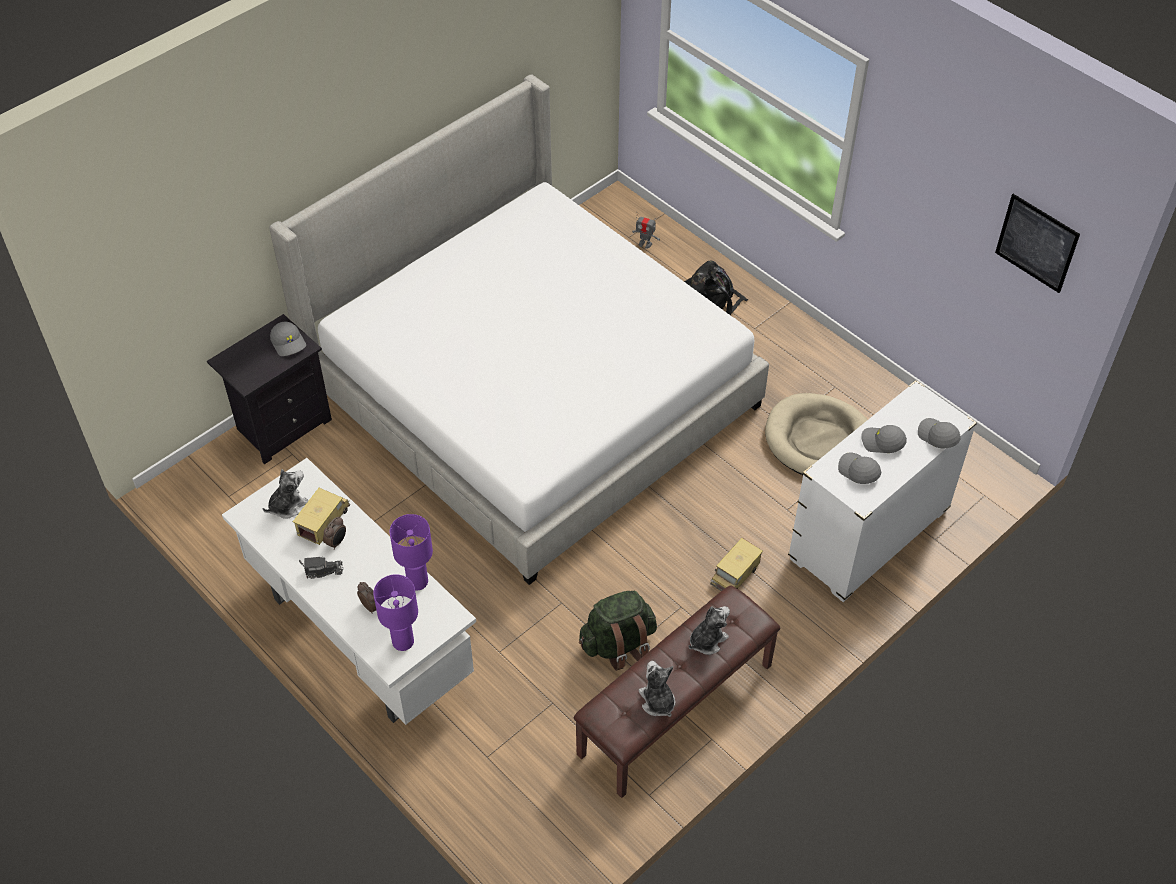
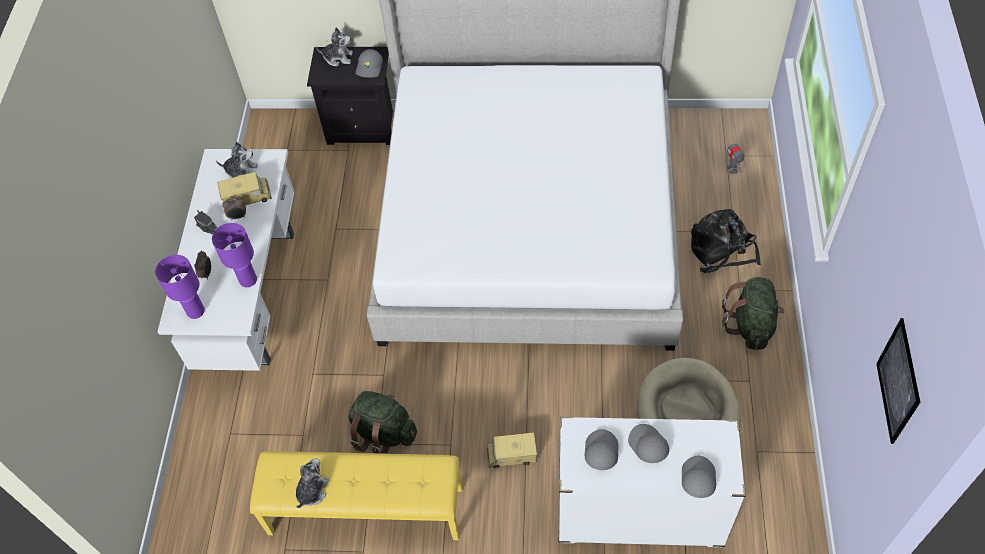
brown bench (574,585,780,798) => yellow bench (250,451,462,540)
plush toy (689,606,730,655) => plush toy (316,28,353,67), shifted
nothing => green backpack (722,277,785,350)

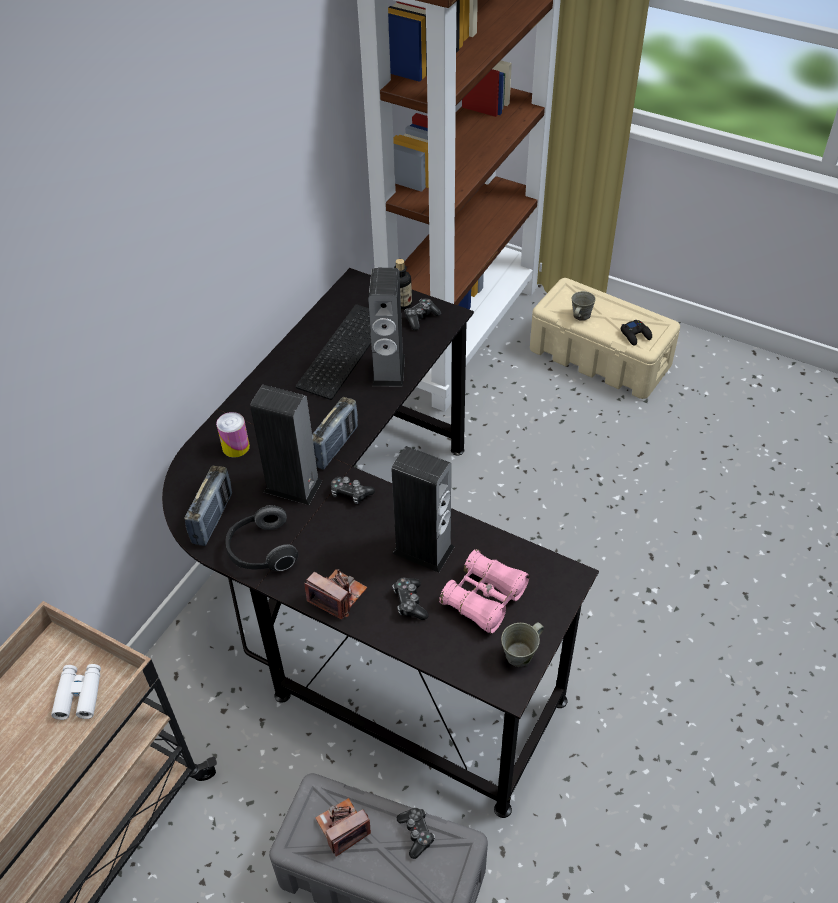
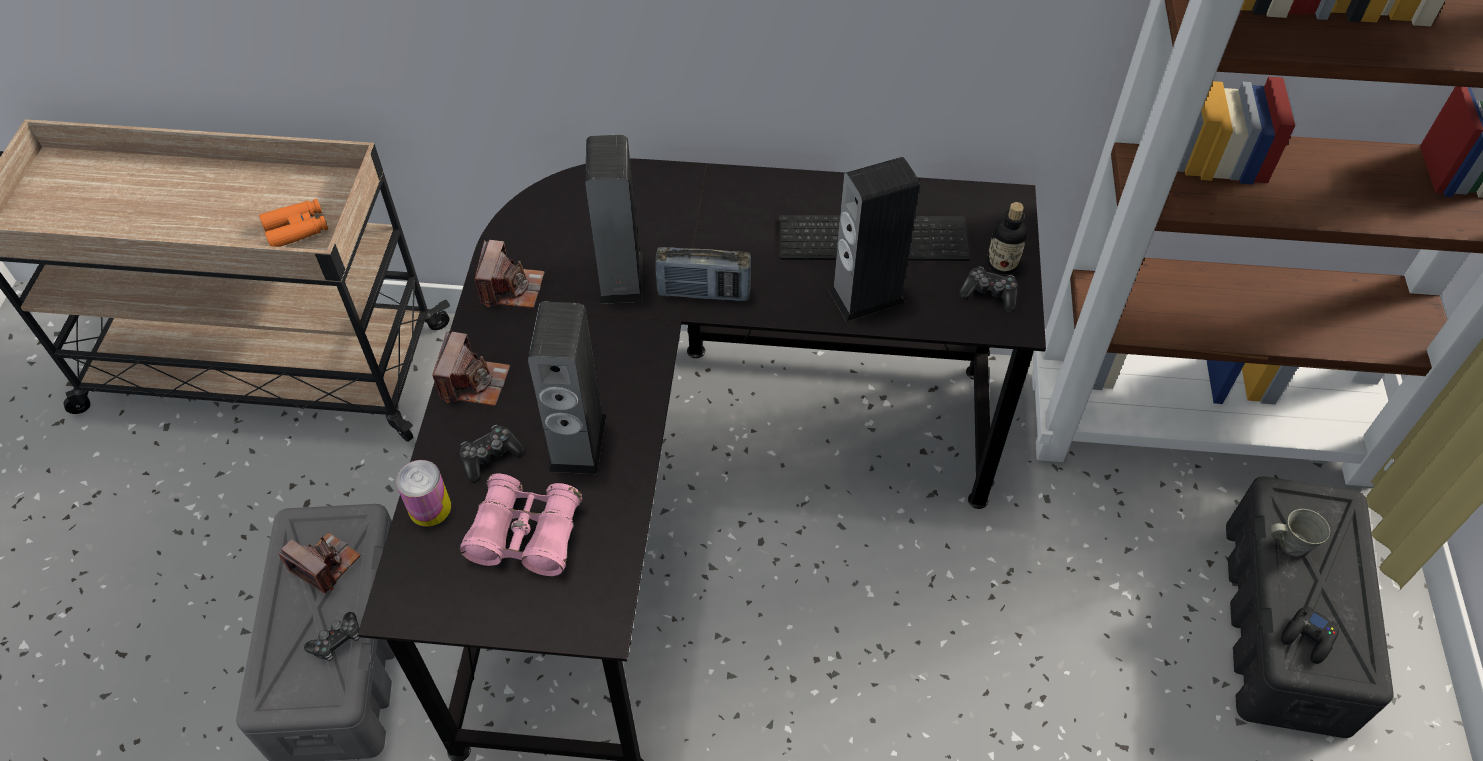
white binoculars (51,664,101,720) => orange binoculars (259,199,328,247)
can (216,412,250,457) => can (396,460,451,527), shifted
headphones (225,505,298,571) => photo camera (475,240,545,308)
beige storage box (530,278,680,399) => black storage box (1226,476,1393,738)
radio (184,466,232,546) => nothing
game controller (331,476,375,504) => nothing
grey mug (501,622,544,667) => nothing

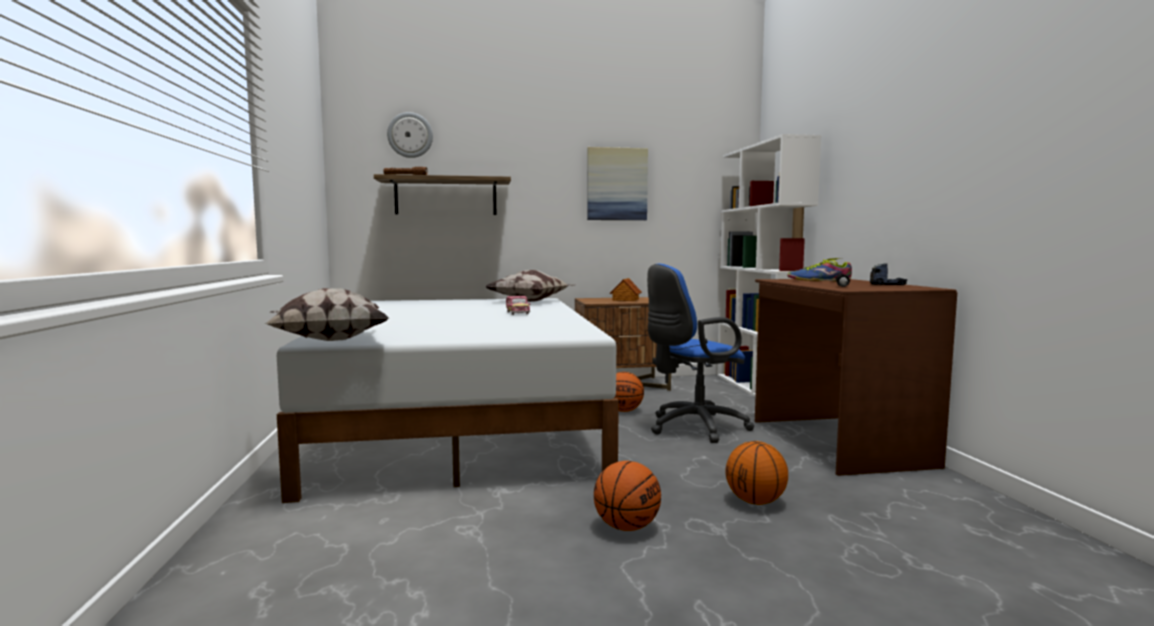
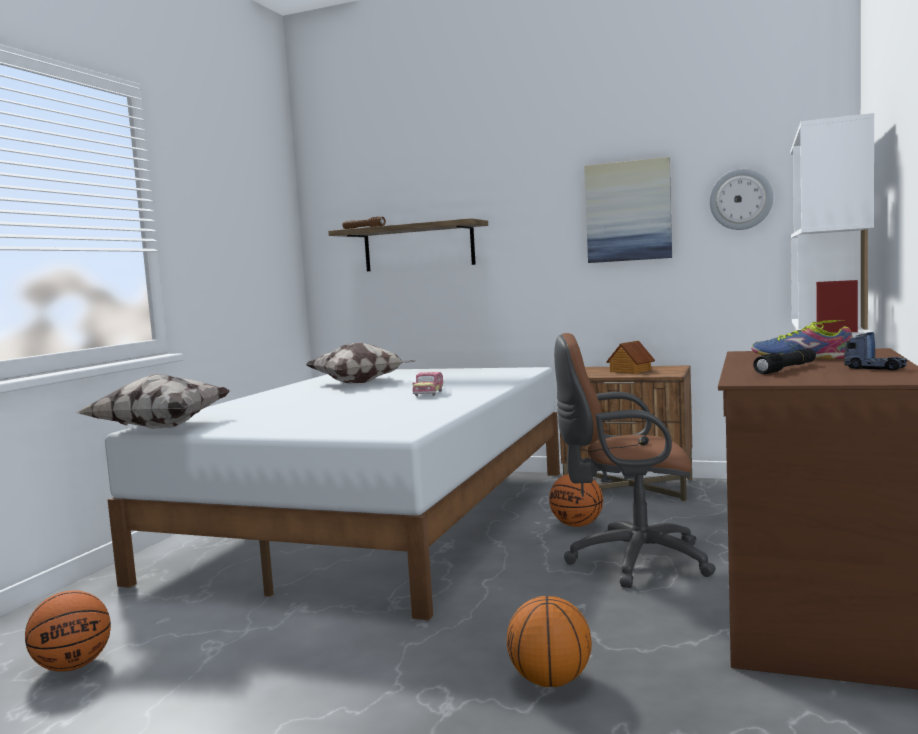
basketball (594,461,661,531) => basketball (25,590,111,672), shifted
pillow (486,270,576,302) => pillow (305,343,415,384), shifted
blue office chair (647,264,754,443) => brown office chair (554,333,716,588)
wall clock (387,112,433,158) => wall clock (710,169,773,230), shifted

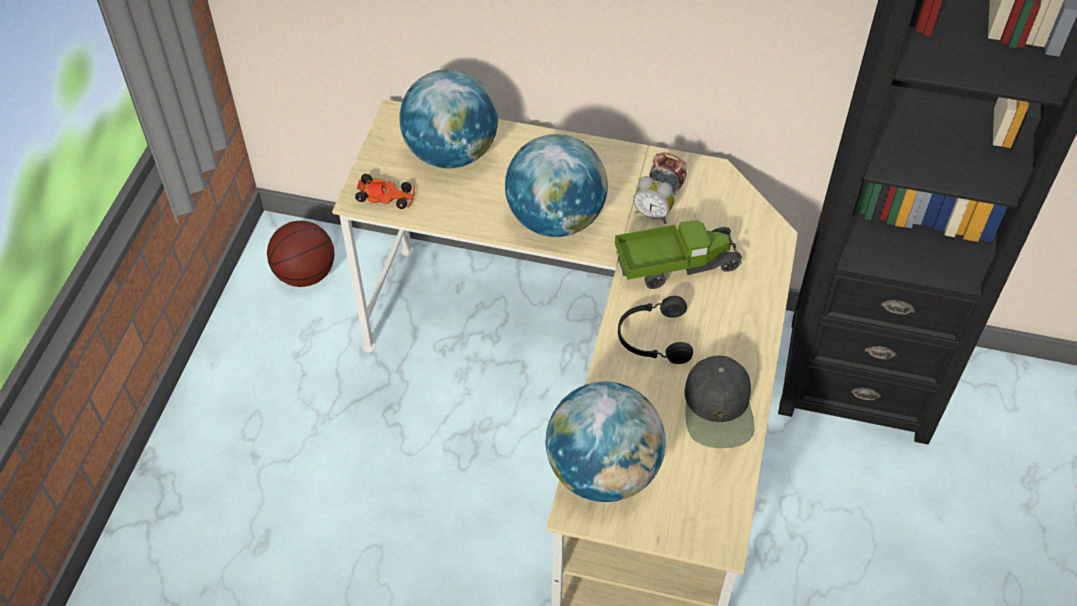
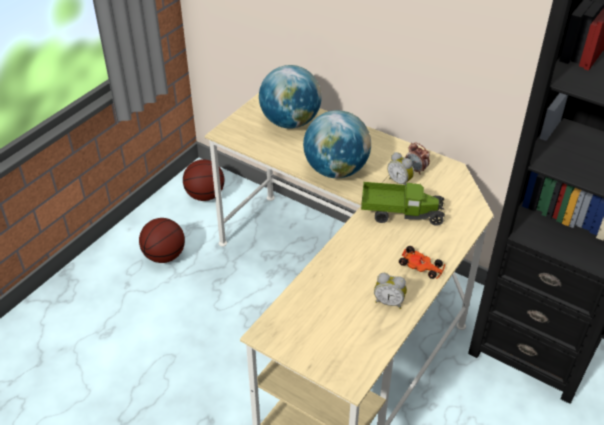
nothing => basketball (139,218,185,263)
black cap (685,356,754,448) => alarm clock (374,273,407,309)
toy car (355,174,415,209) => toy car (399,246,445,279), shifted
globe (545,382,666,502) => nothing
black headphones (618,296,693,364) => nothing

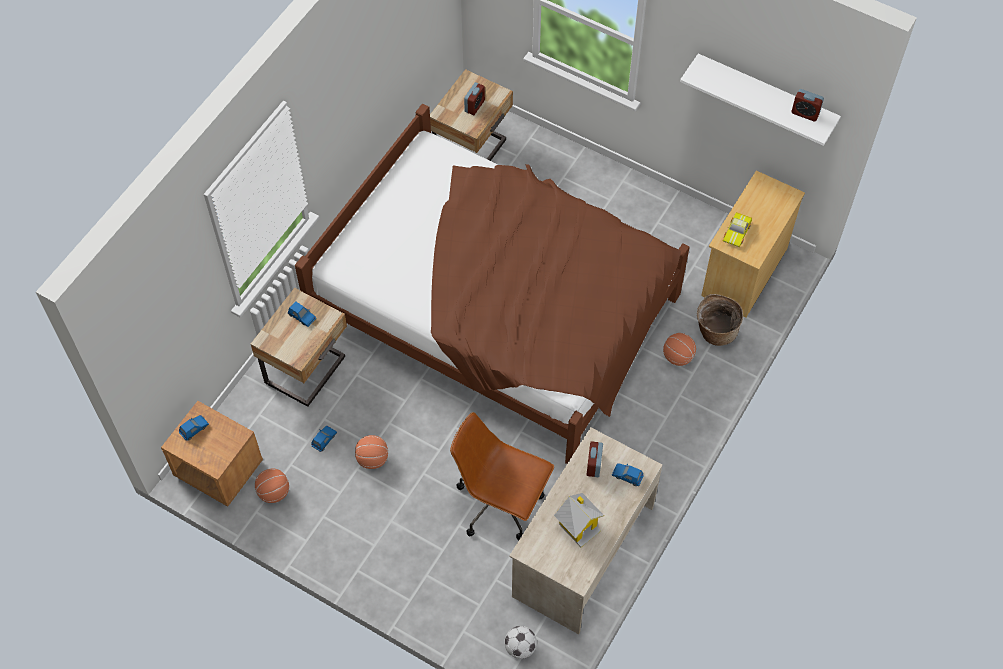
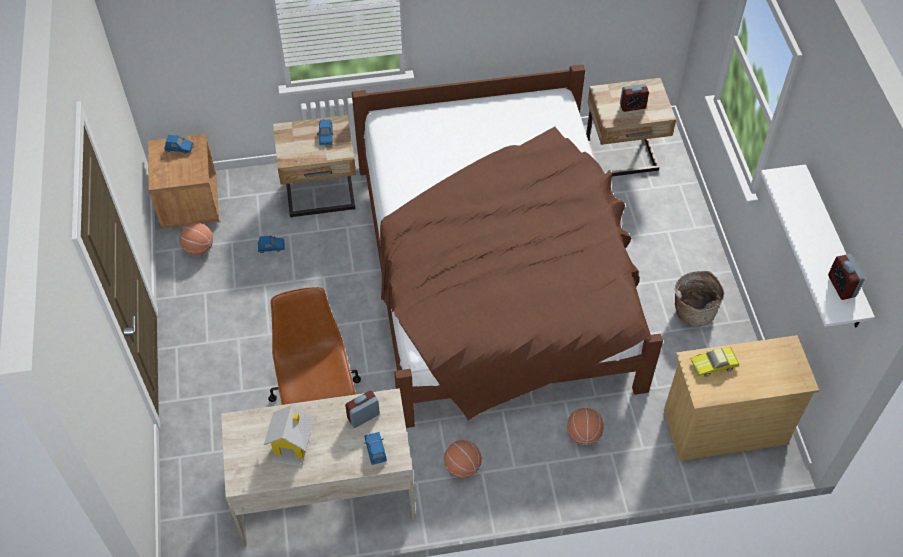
basketball (355,435,388,469) => basketball (444,440,482,478), shifted
basket (697,294,743,346) => basket (675,271,724,327), shifted
football (504,626,537,659) => nothing

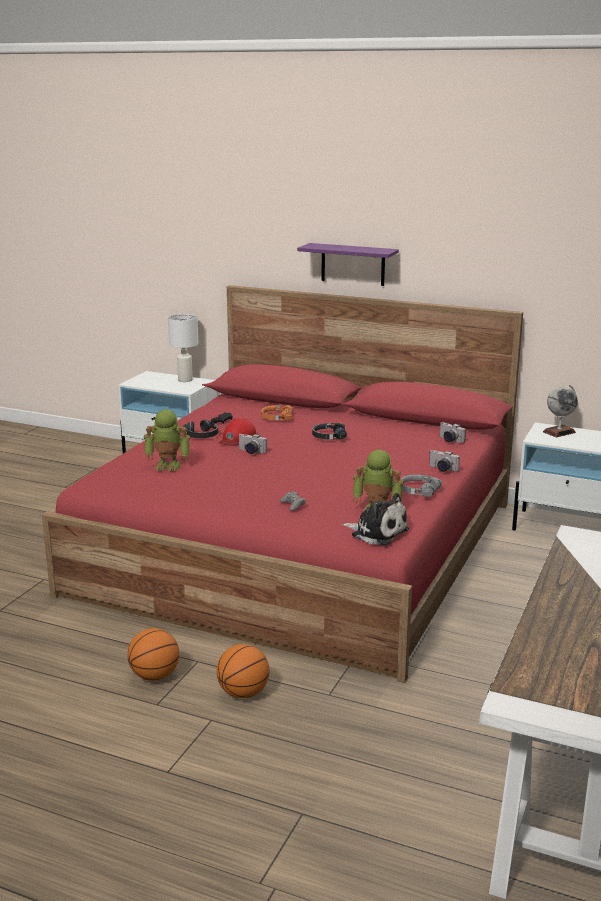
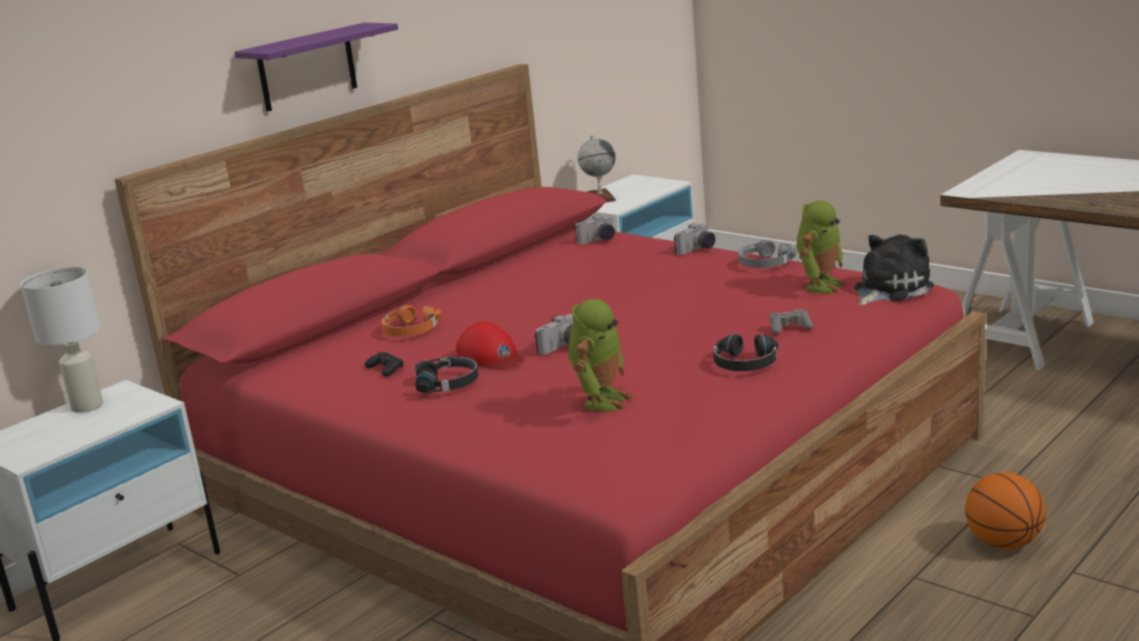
black headphones (312,423,347,440) => black headphones (713,334,778,371), shifted
basketball (127,628,179,681) => nothing

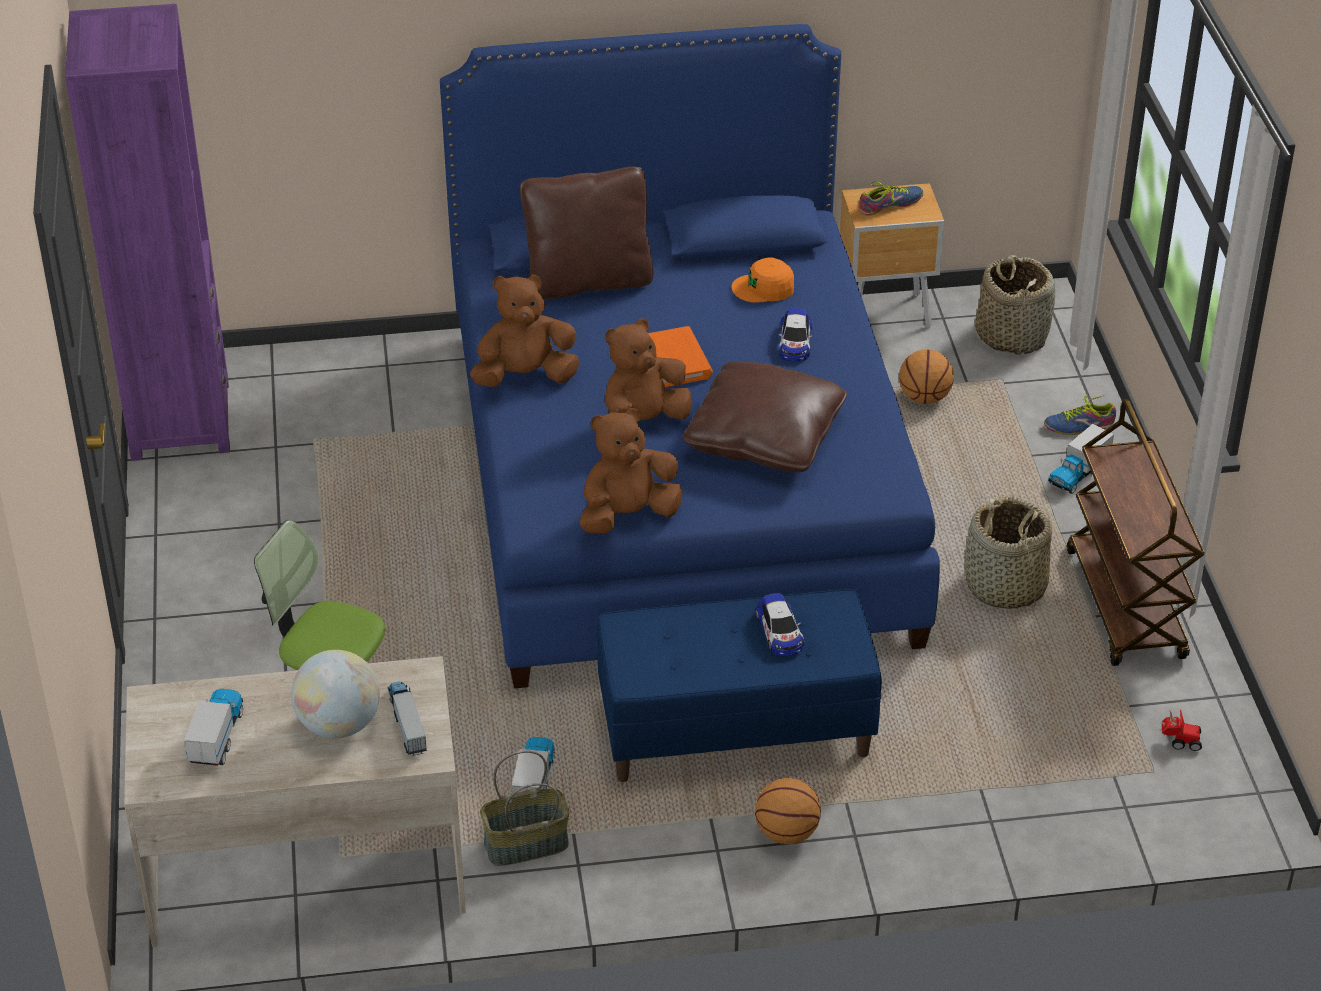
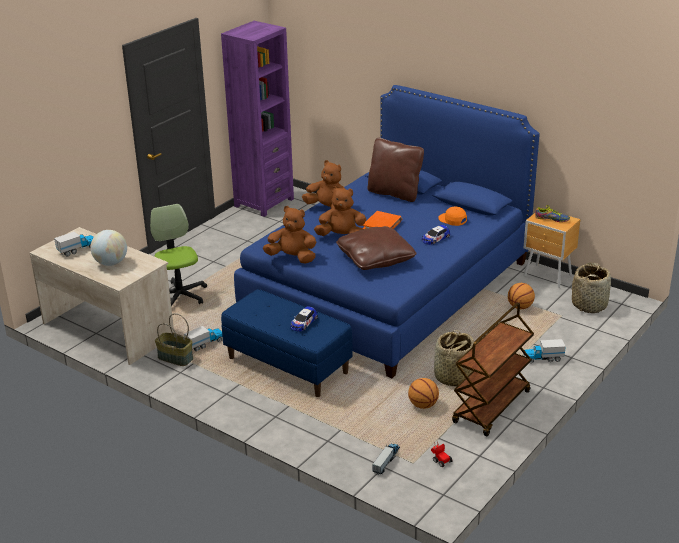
toy truck (388,682,427,756) => toy truck (372,444,400,475), shifted
basketball (755,778,821,845) => basketball (408,378,439,409), shifted
shoe (1044,395,1116,435) => nothing

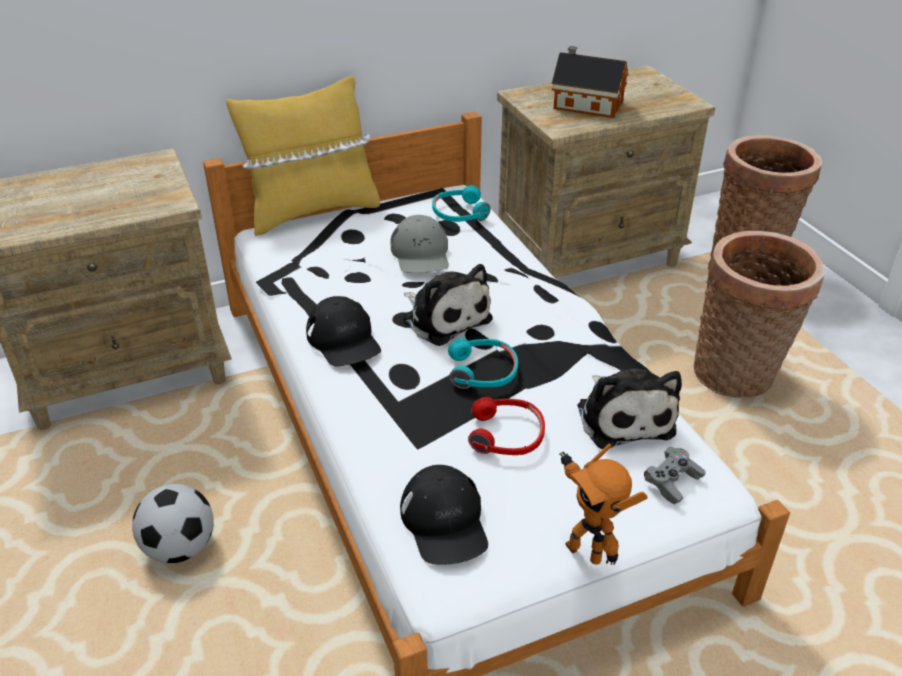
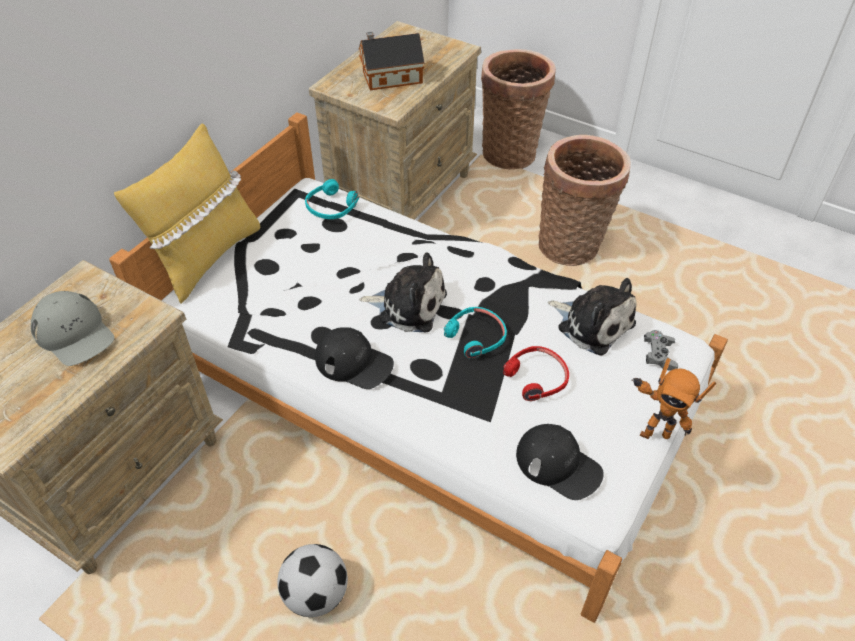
grey cap (390,215,449,273) => grey cap (31,291,115,366), shifted

